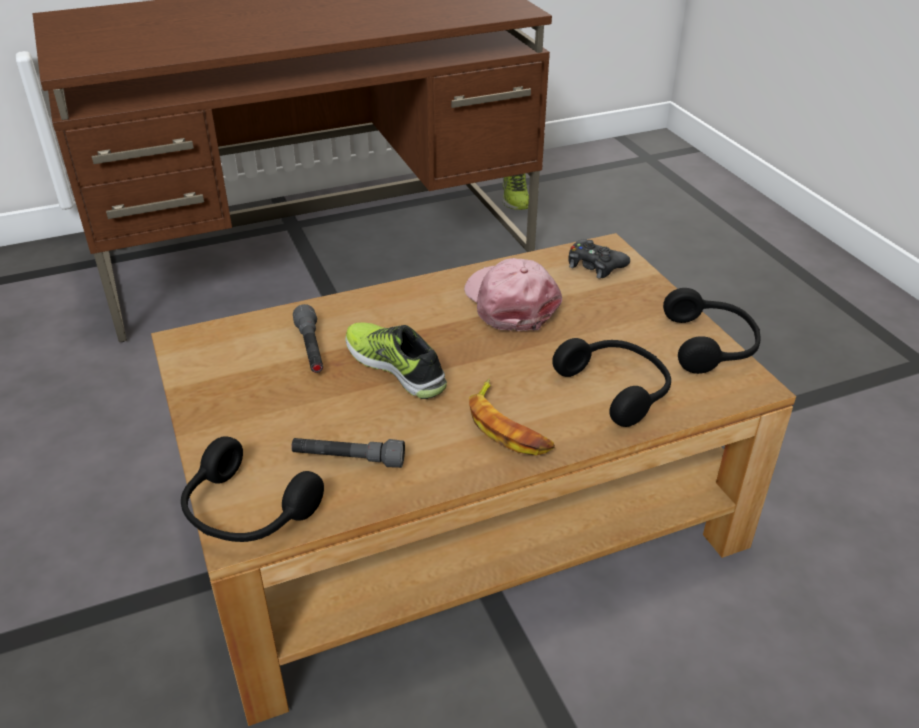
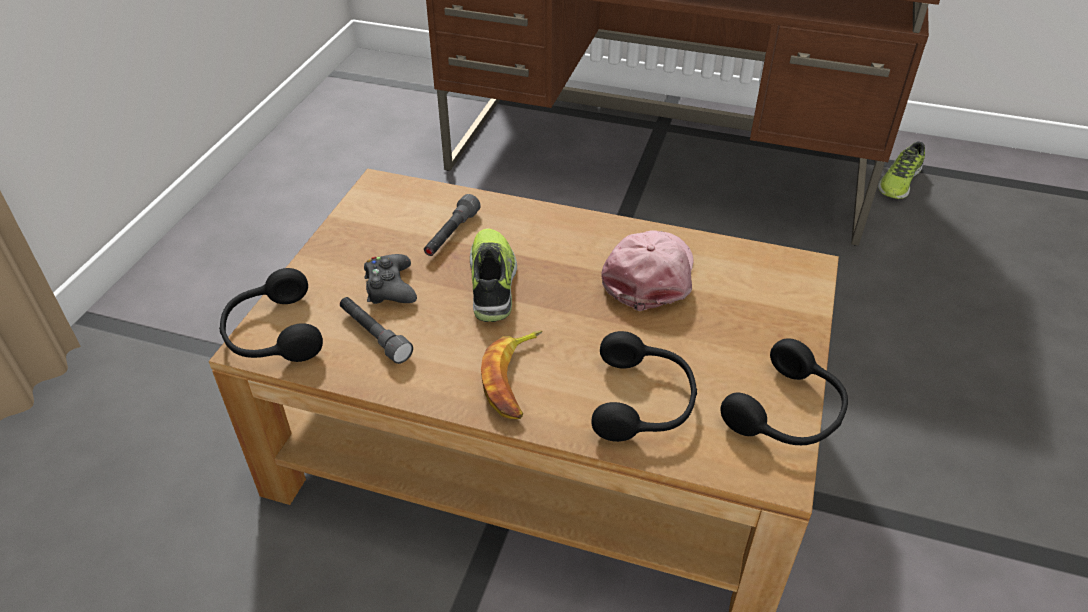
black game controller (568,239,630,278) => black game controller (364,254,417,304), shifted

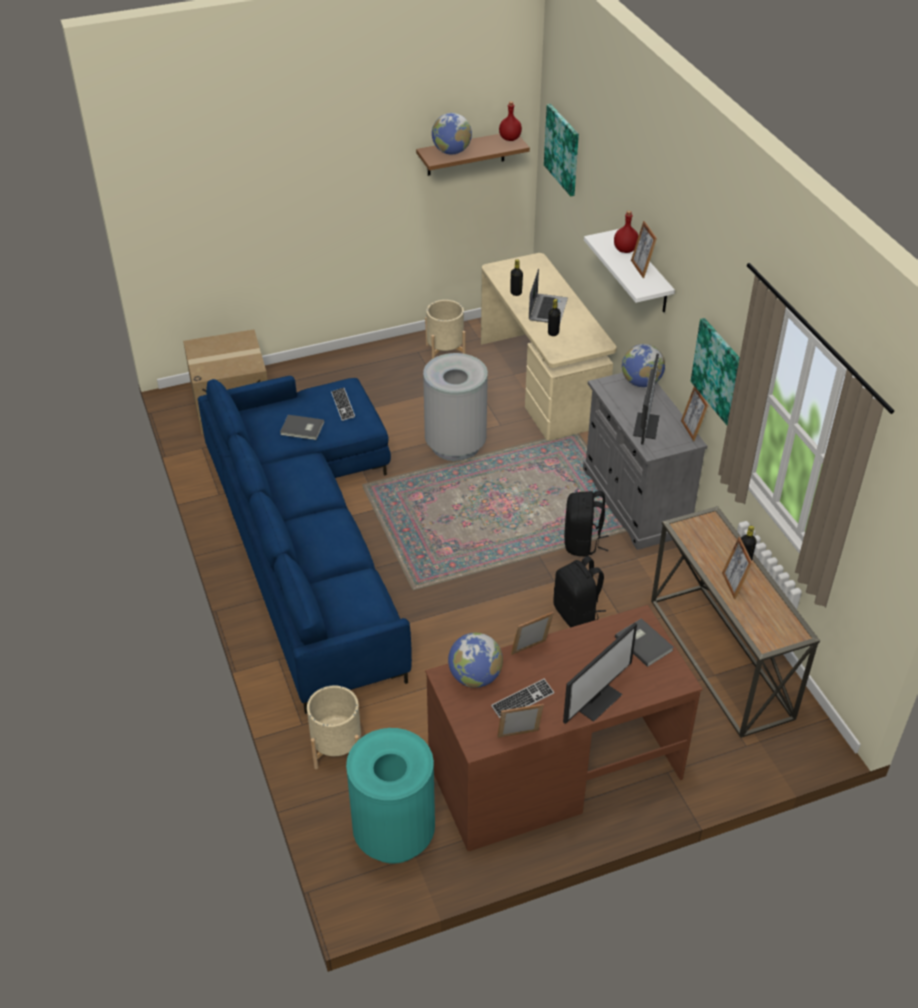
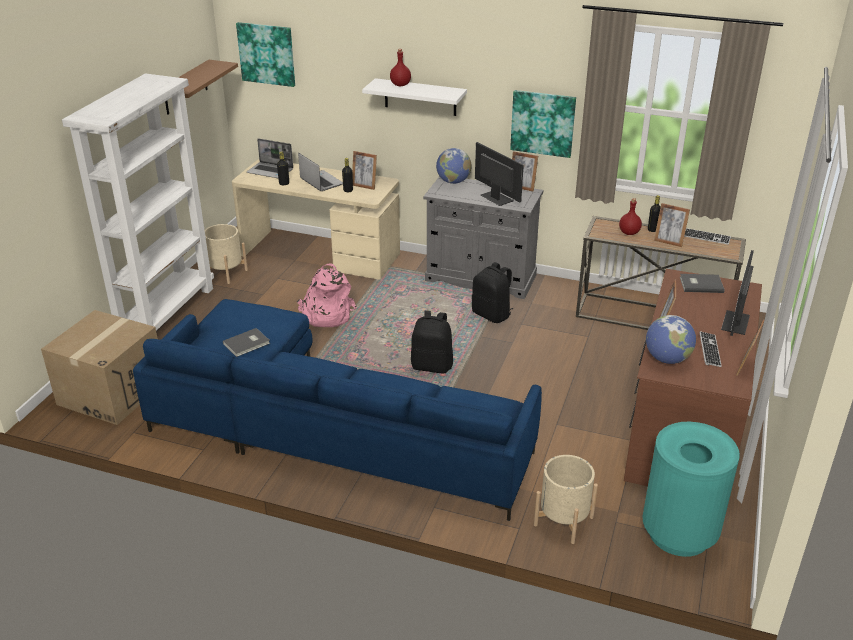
nothing => white bookcase (62,74,214,331)
nothing => laptop (247,138,293,178)
grey trash can (423,353,488,461) => pink backpack (297,263,357,327)
picture frame (631,221,657,278) => picture frame (352,151,377,190), shifted
black backpack (553,556,606,627) => black backpack (411,311,453,374), shifted
red bottle (499,101,522,141) => red bottle (619,198,642,235), shifted
keyboard (331,388,355,421) => keyboard (684,228,731,245), shifted
monitor (563,623,637,724) => monitor (721,250,754,336), 150 degrees counterclockwise
globe (432,113,472,155) => nothing

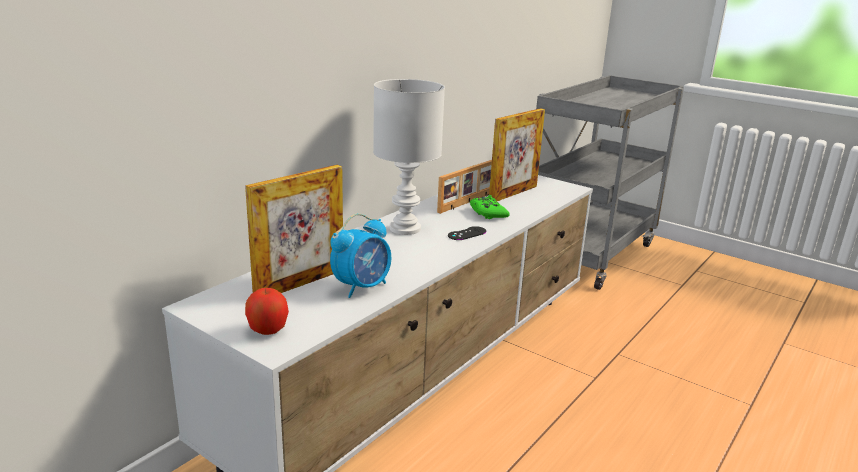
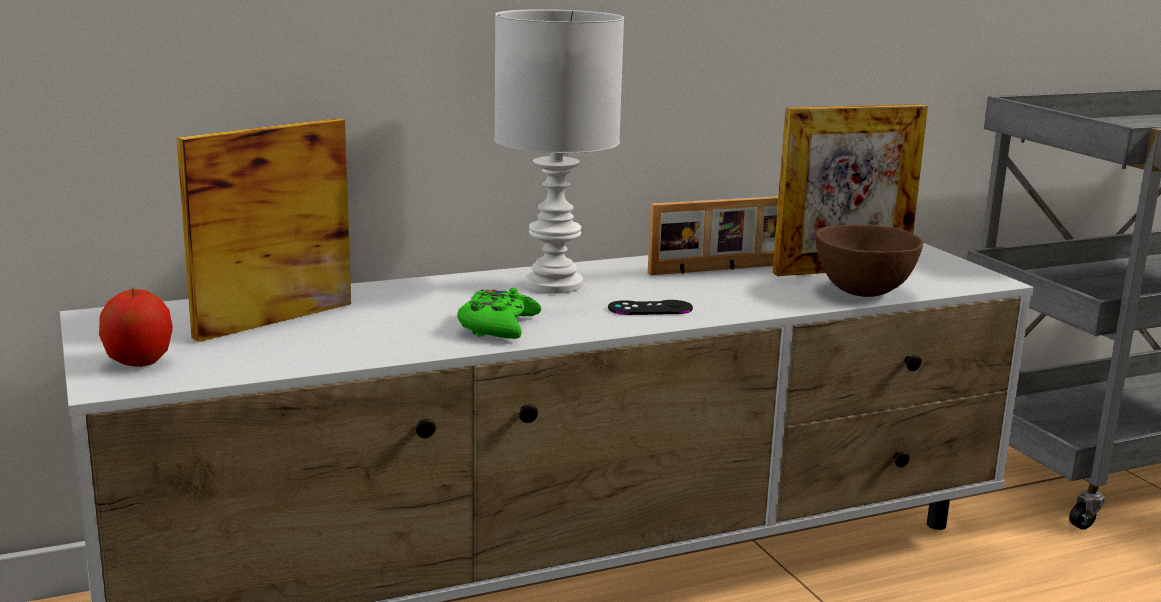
picture frame (245,165,343,293) => picture frame (176,118,351,342), 150 degrees clockwise
green game controller (470,195,510,219) => green game controller (457,288,541,339), shifted
nothing => brown bowl (815,224,923,297)
alarm clock (330,213,391,298) => nothing

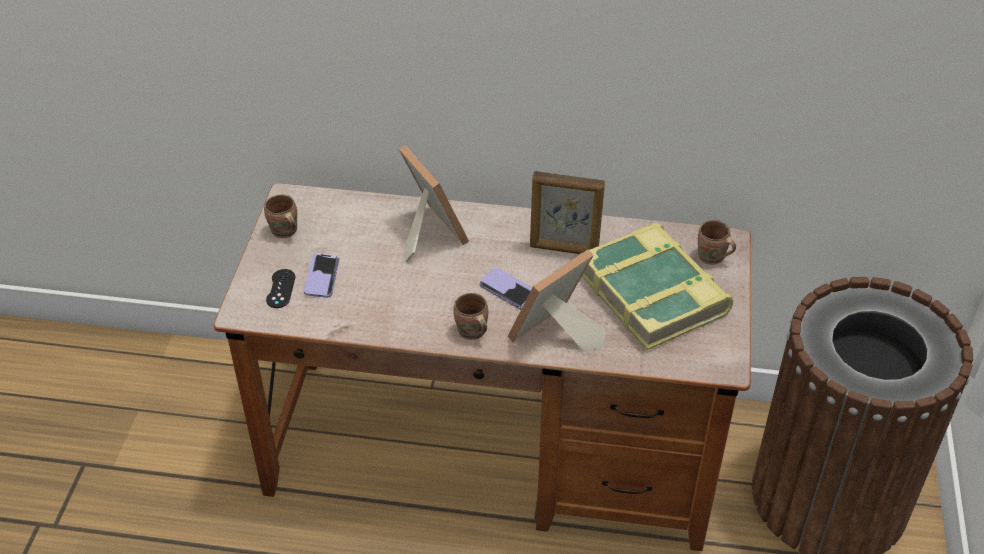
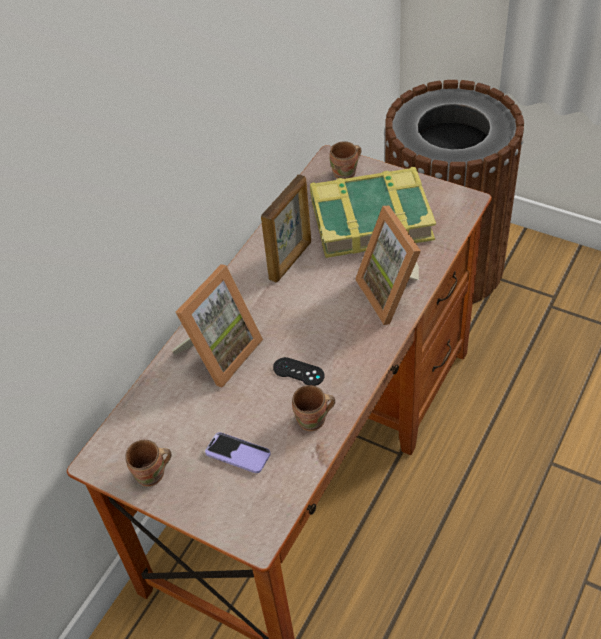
picture frame (399,145,469,262) => picture frame (171,264,263,387), 135 degrees clockwise
black game controller (266,269,295,308) => black game controller (273,357,325,386), shifted
brown mug (454,293,488,340) => brown mug (292,385,335,431), shifted
phone (480,268,532,310) => nothing

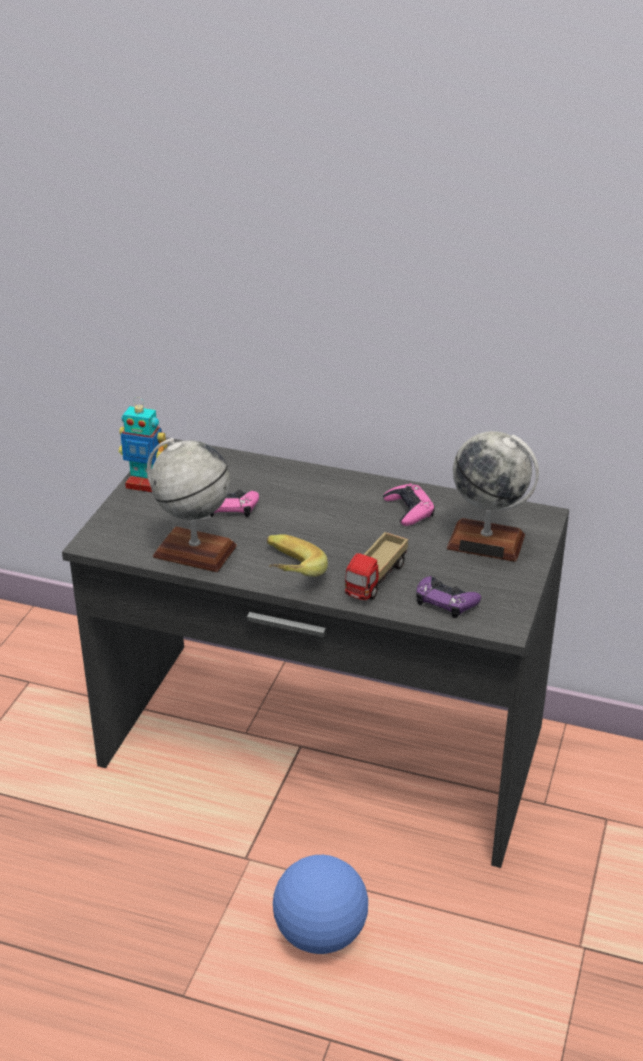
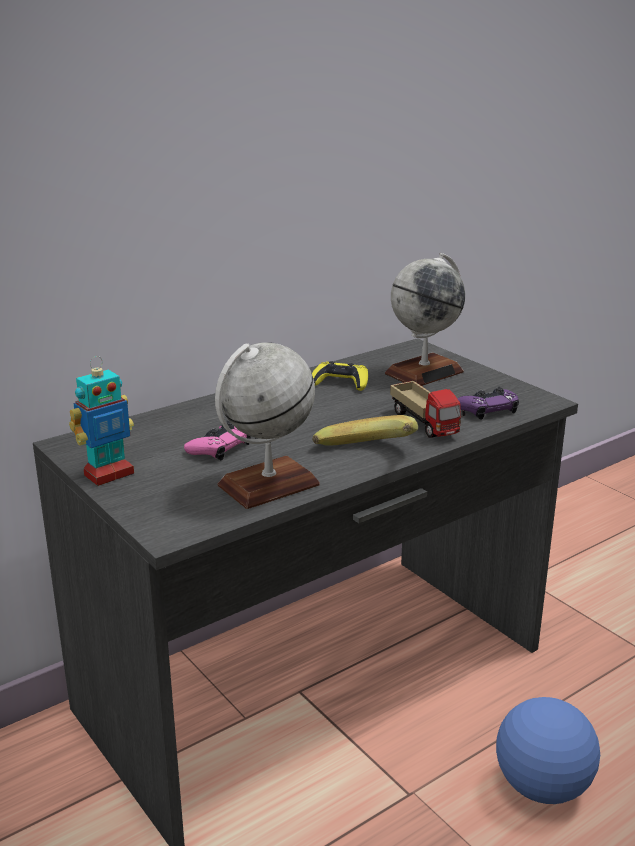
pink game controller (383,483,435,526) => yellow game controller (312,361,368,391)

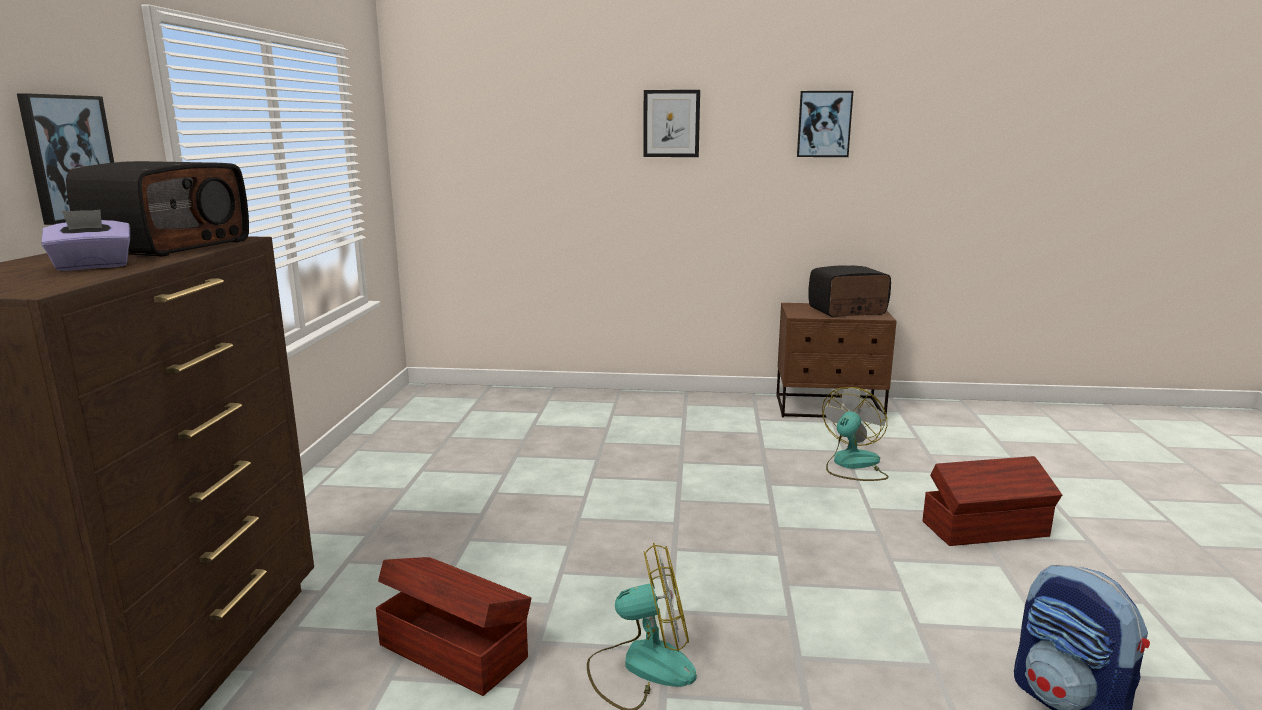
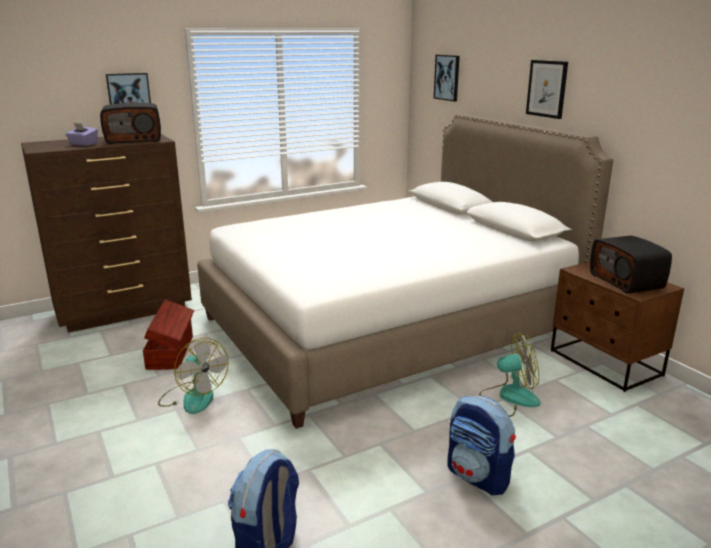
nothing => white bed (197,113,613,429)
picture (797,91,853,157) => picture (434,55,460,102), shifted
brown storage box (923,456,1062,546) => backpack (447,396,516,495)
radio (808,265,891,317) => radio (590,235,672,294), 150 degrees counterclockwise

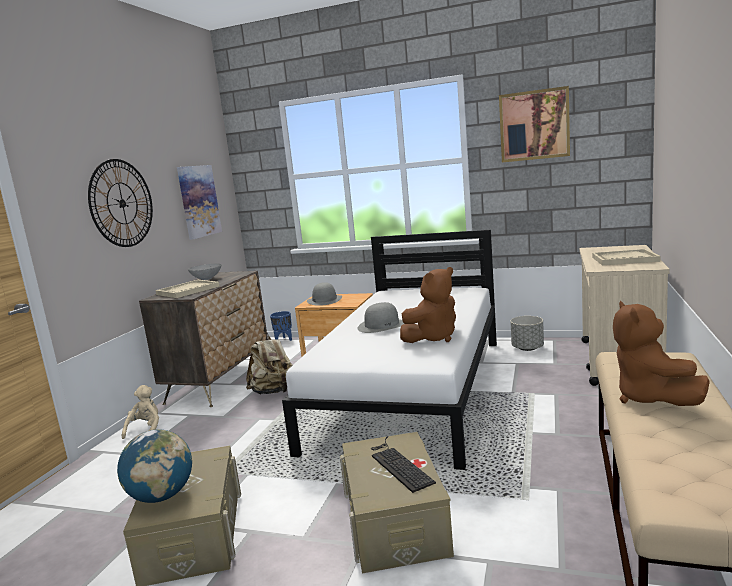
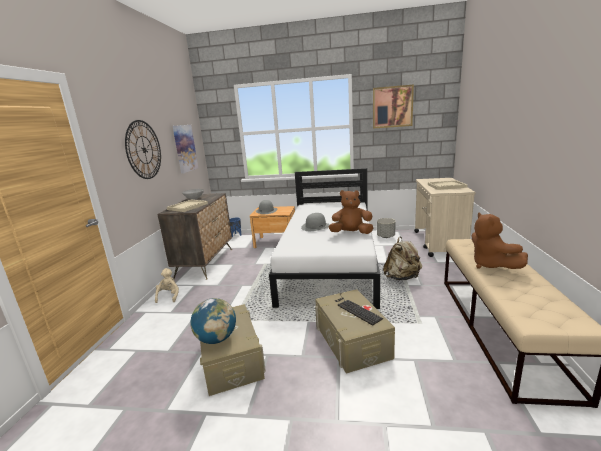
brown plush toy (400,267,456,343) => brown plush toy (328,190,373,234), 135 degrees counterclockwise
beige backpack (246,332,292,394) => beige backpack (383,236,422,280), shifted

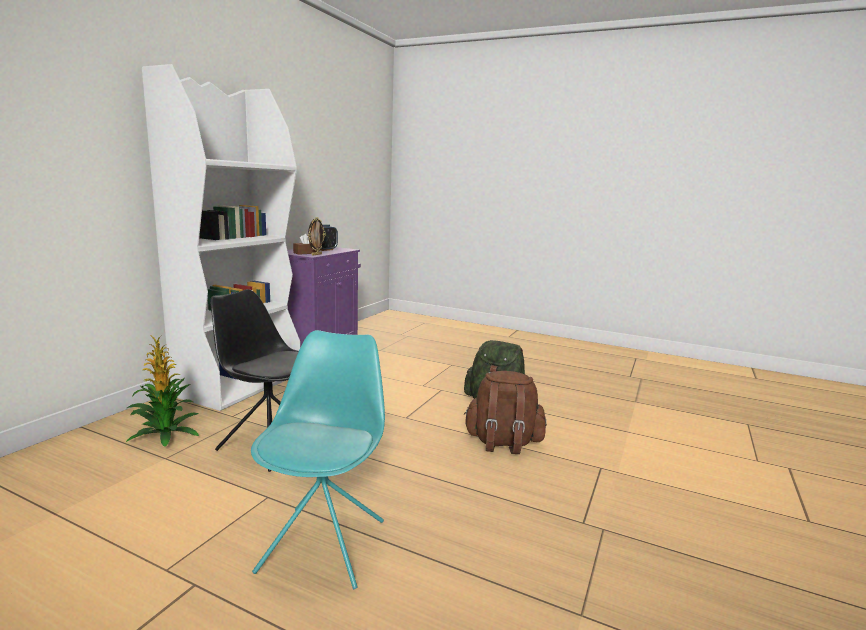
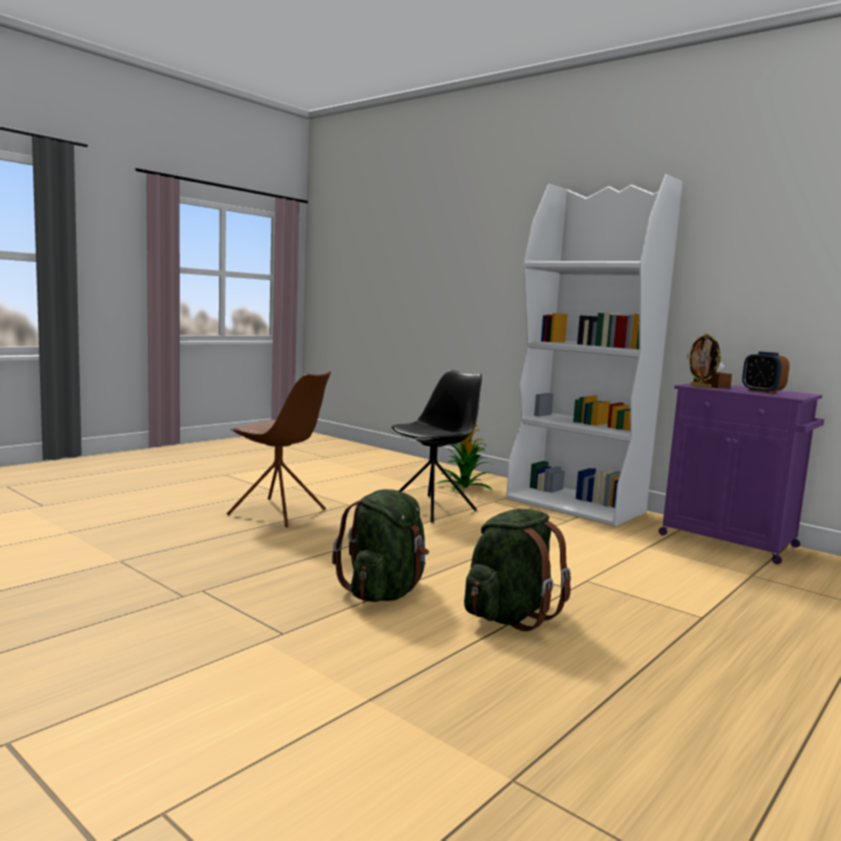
turquoise chair (251,330,385,589) => brown chair (227,371,331,527)
brown backpack (464,371,547,454) => green backpack (332,489,429,602)

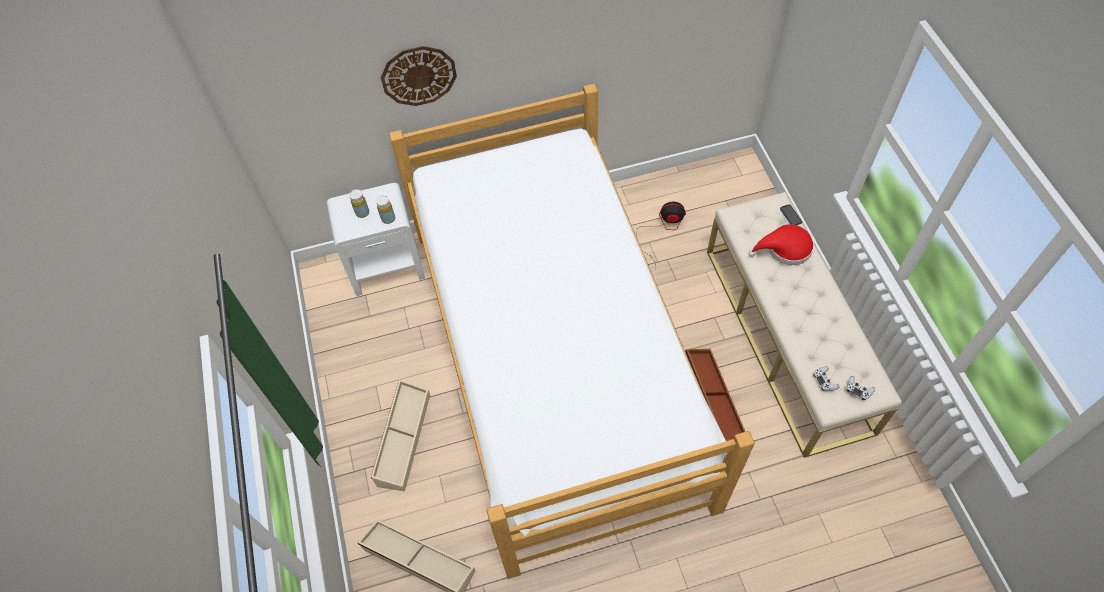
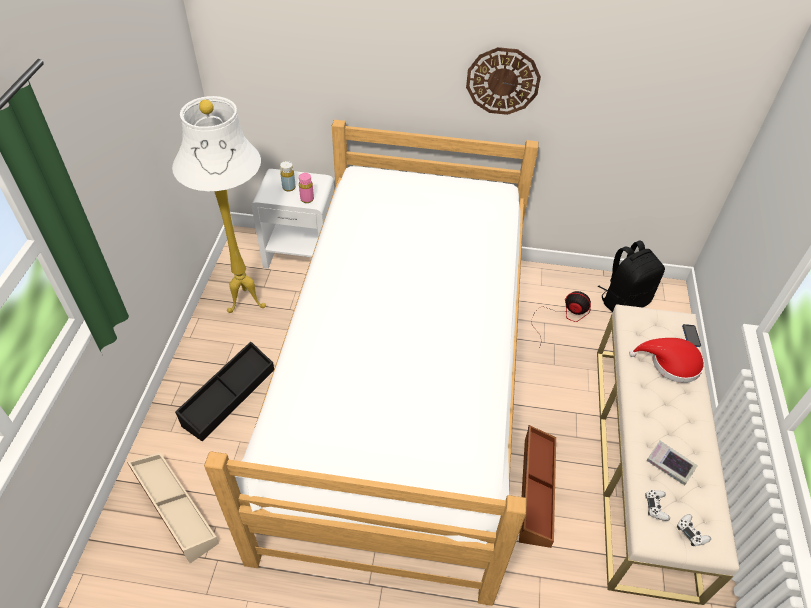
nothing => white floor lamp (172,96,266,313)
beige storage box (371,380,430,491) => black storage box (175,341,274,441)
yellow bottle (376,195,395,224) => pink bottle (299,173,314,203)
wall clock (381,46,457,106) => wall clock (466,47,541,115), shifted
nothing => black backpack (598,240,665,312)
nothing => book (646,441,698,485)

